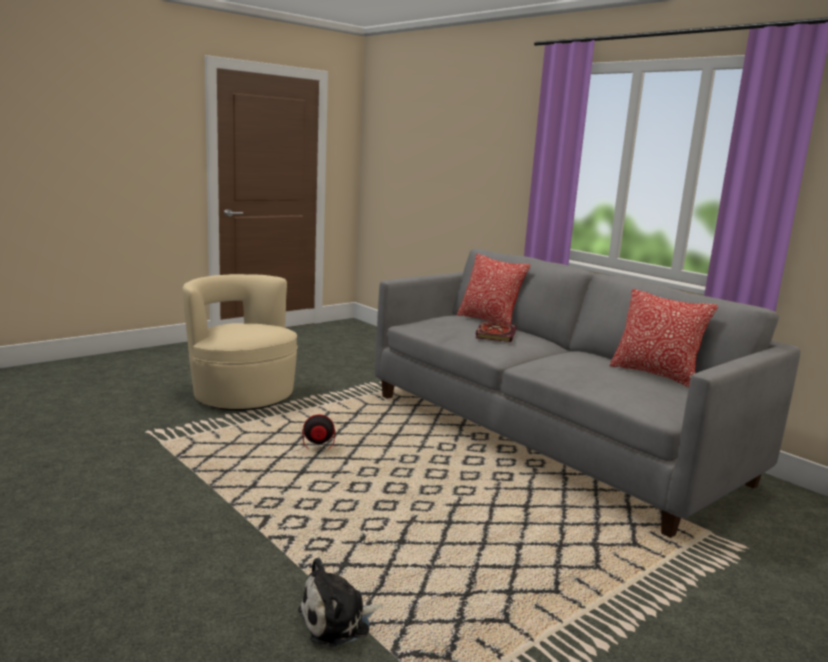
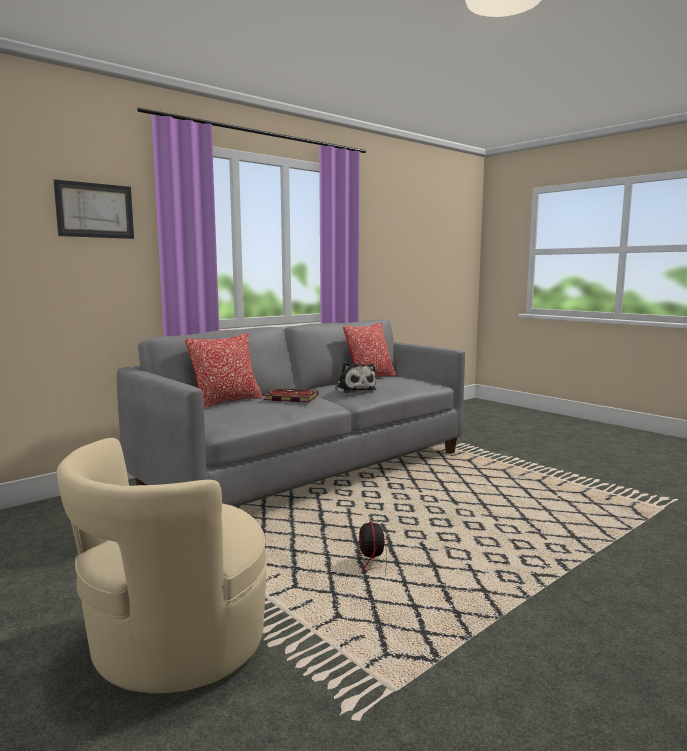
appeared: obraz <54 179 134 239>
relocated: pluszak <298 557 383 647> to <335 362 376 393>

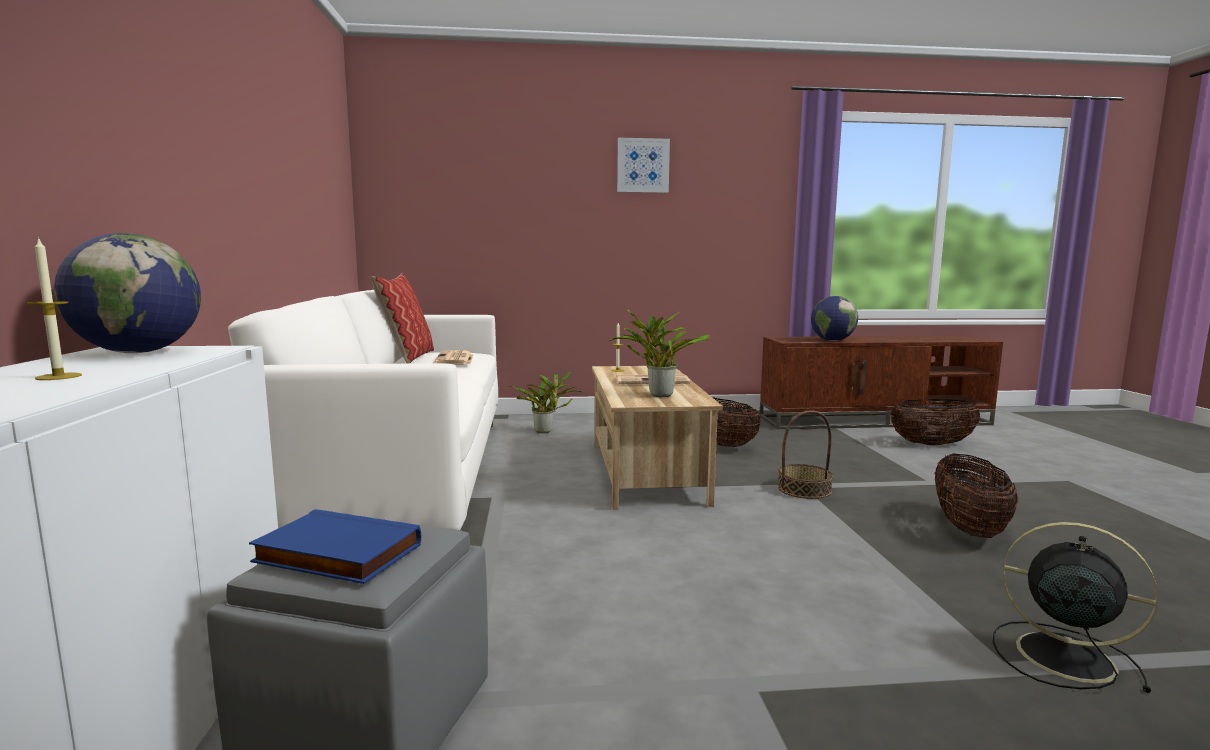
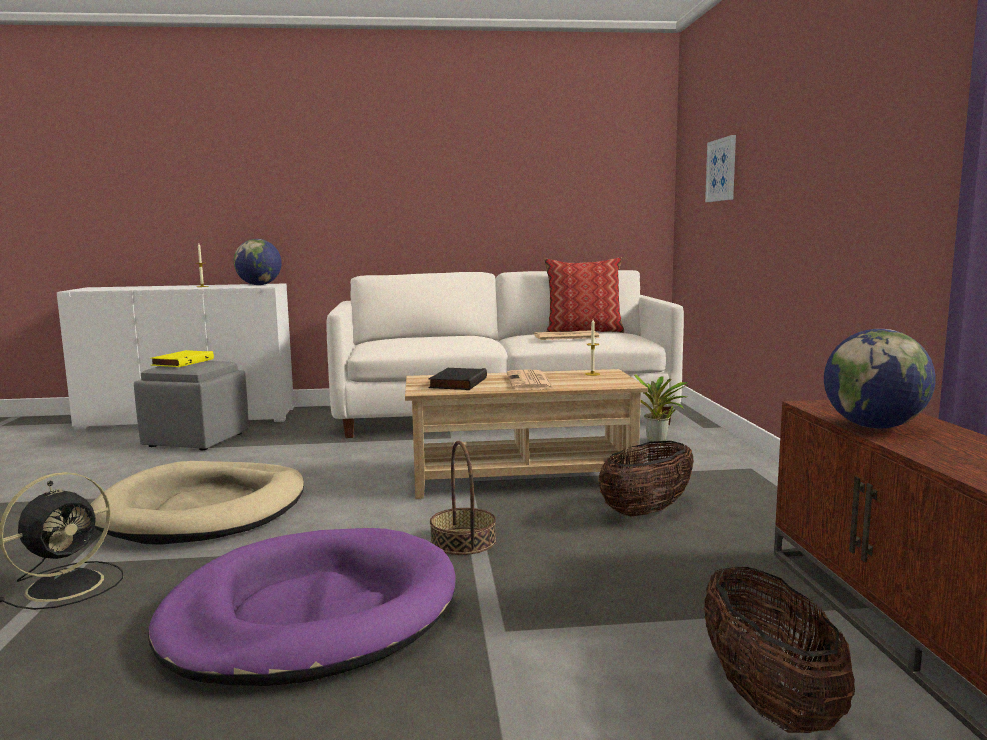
appeared: legowisko [beżowy] <90 461 304 545>
relocated: obraz <617 138 670 193> to <705 135 736 202>
exchanged: roślina doniczkowa <609 309 710 397> to książka [czarny] <428 368 487 390>; koszyk <935 454 1018 538> to legowisko [fioletowy] <148 528 456 686>
colour: książka [niebieski] <249 509 421 584> to książka [żółty] <150 350 214 367>

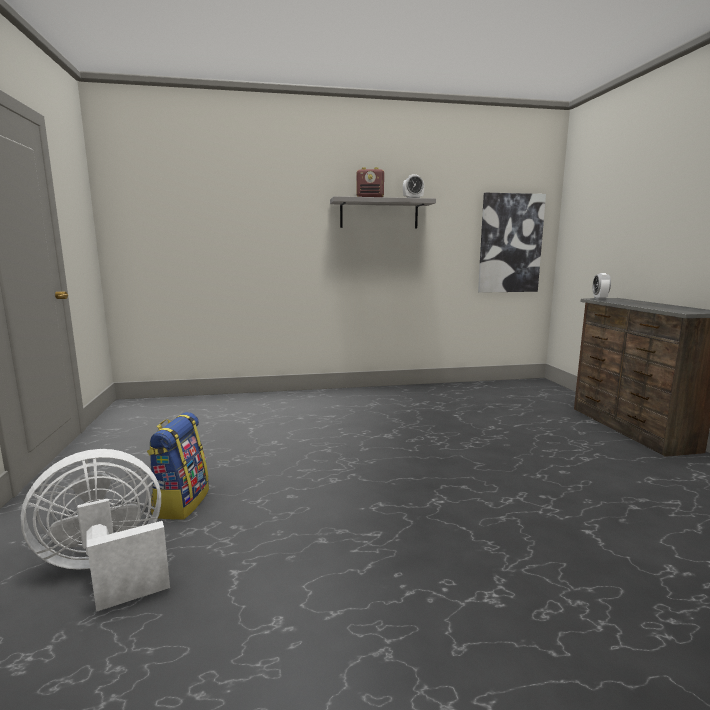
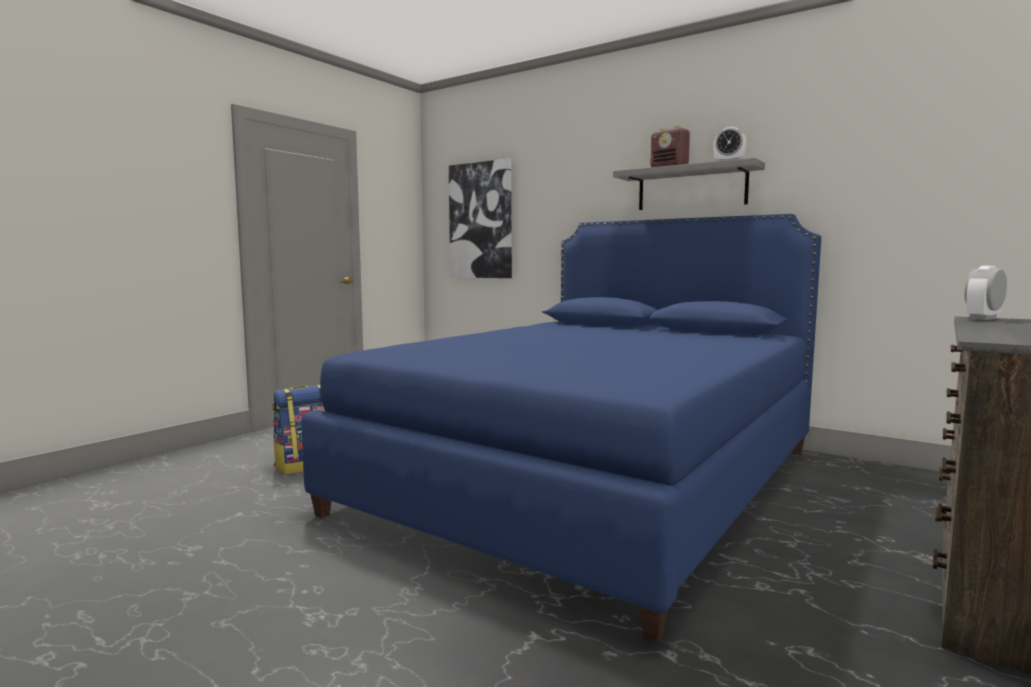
missing: wentylator [biały] <21 449 170 612>
appeared: łóżko [niebieski] <301 214 821 642>
relocated: obraz <478 193 546 293> to <449 158 512 278>

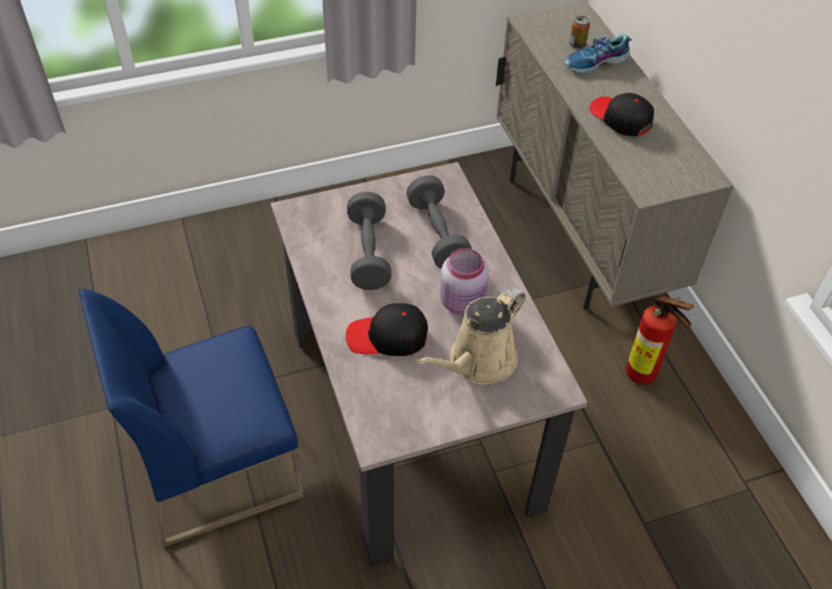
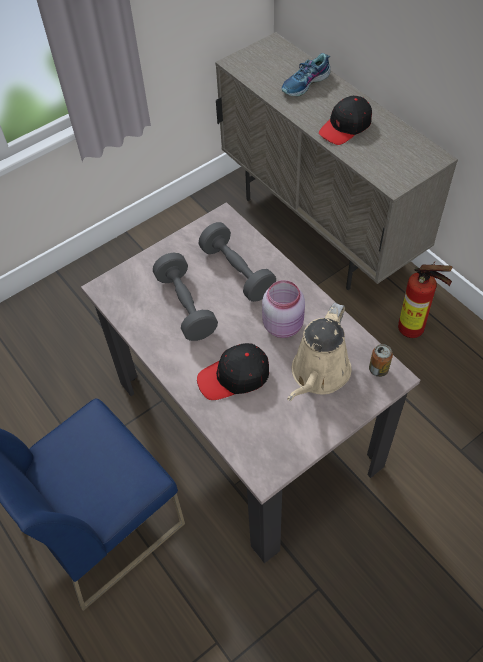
relocated: puszka <569 16 590 49> to <369 344 393 377>
spun: czapka z daszkiem [czarny] <589 93 654 136> = <319 96 372 145> 75 degrees counterclockwise

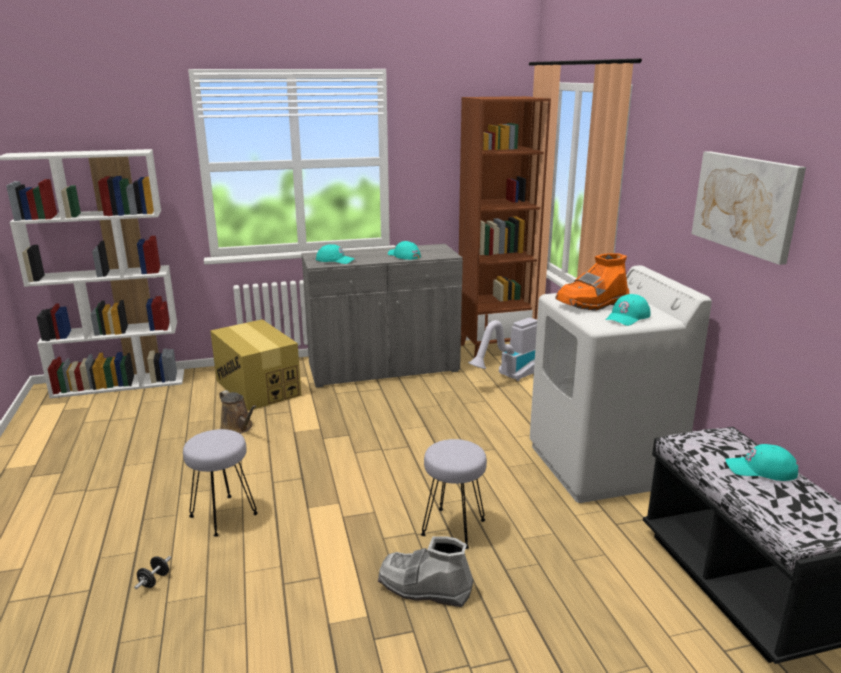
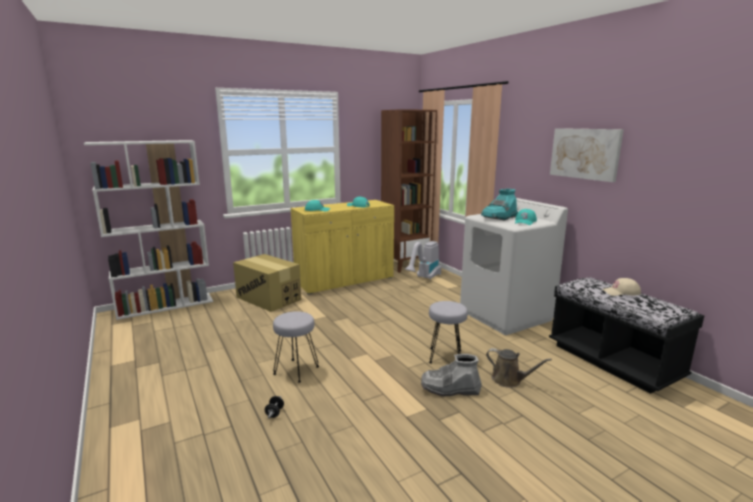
relocated: konewka [brązowy] <219 390 257 434> to <486 348 552 388>
colour: szafka [szary] <301 244 463 388> to szafka [żółty] <291 200 394 295>; but z cholewką [pomarańczowy] <555 253 630 311> to but z cholewką [turkusowy] <481 189 518 220>; czapka z daszkiem [turkusowy] <725 444 798 481> to czapka z daszkiem [beżowy] <602 278 641 296>

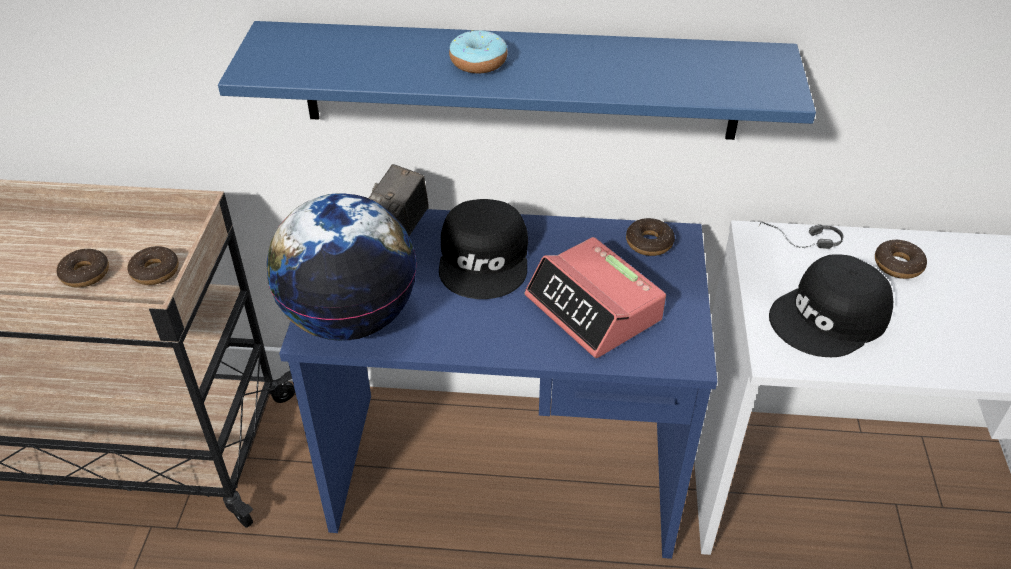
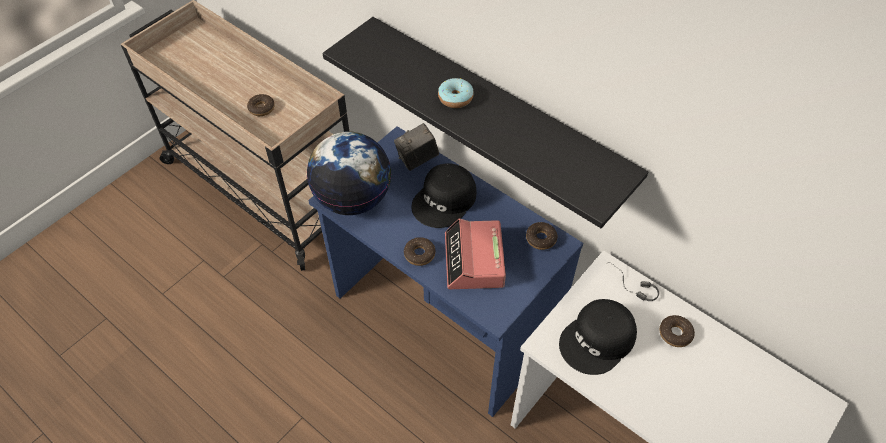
relocated: donut <128 246 179 285> to <404 237 435 266>
colour: półka [niebieski] <218 21 816 140> to półka [czarny] <323 17 648 228>
spun: czapka z daszkiem [czarny] <769 254 893 357> = <559 299 637 375> 45 degrees counterclockwise

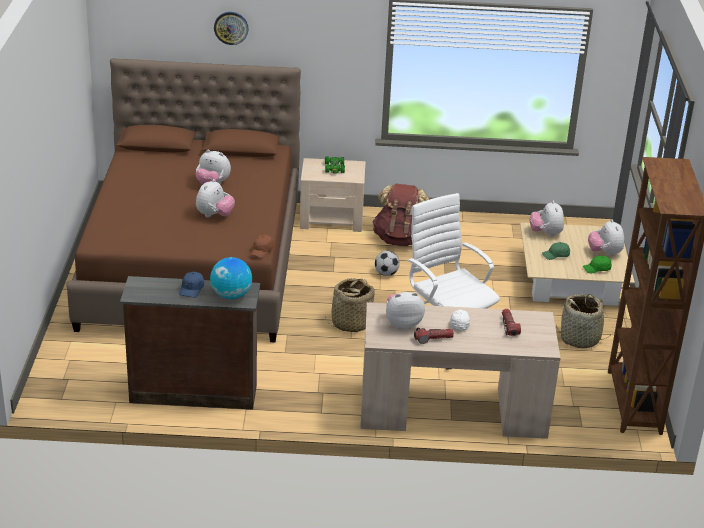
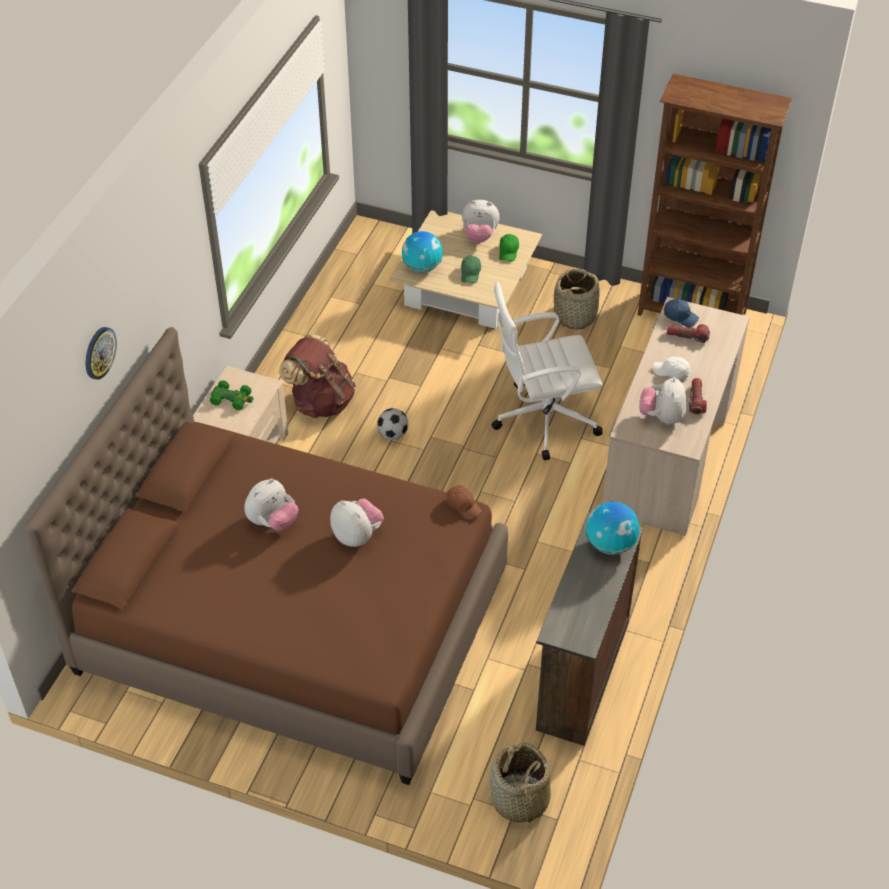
relocated: czapka z daszkiem [niebieski] <179 272 204 298> to <664 299 699 327>; koszyk <325 278 375 332> to <490 742 551 827>
exchanged: pluszak <529 200 564 237> to globus <402 231 443 272>

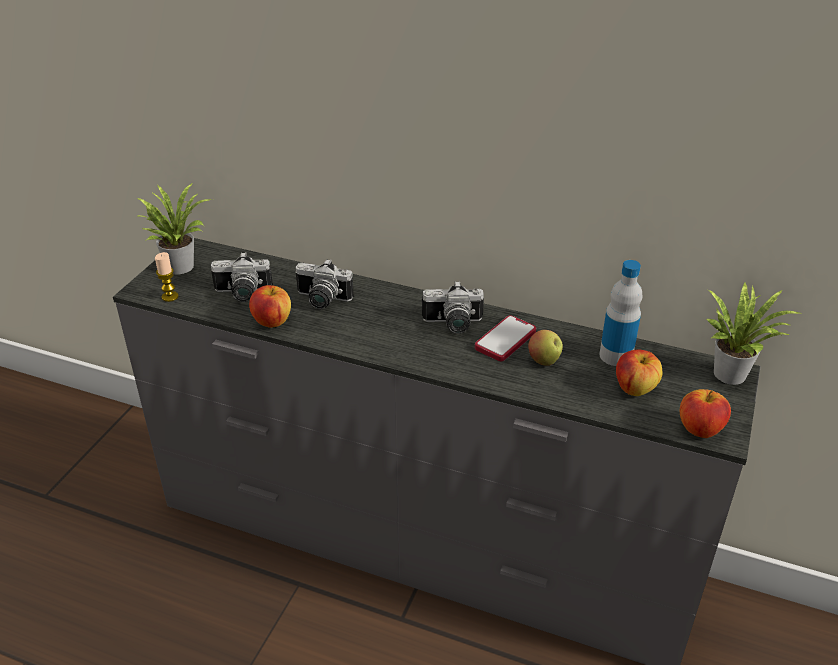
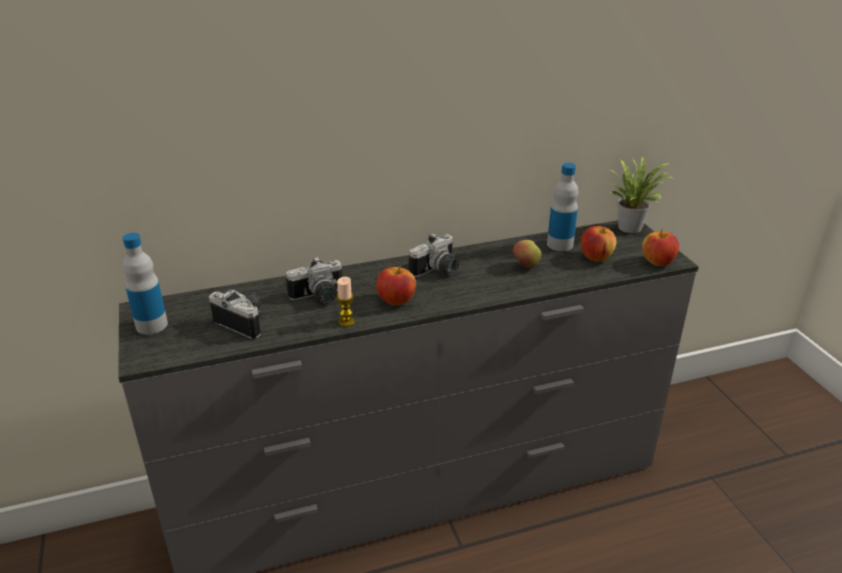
missing: telefon <475 315 536 361>
relocated: świeca <155 252 178 302> to <336 277 355 327>; jabłko <249 285 291 328> to <376 266 416 306>
exchanged: roślina doniczkowa <136 183 213 275> to butelka <122 233 168 334>
spun: aparat fotograficzny <211 252 273 302> = <209 289 261 339> 105 degrees counterclockwise

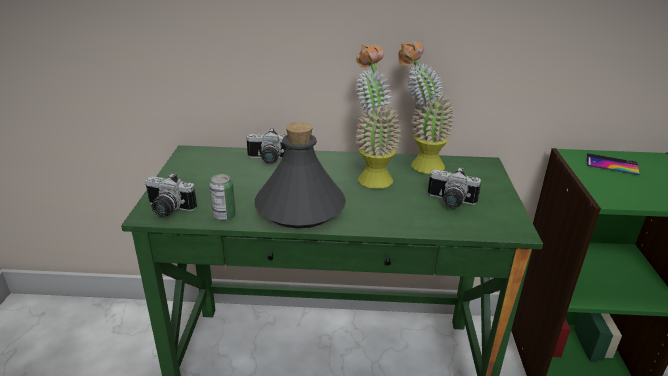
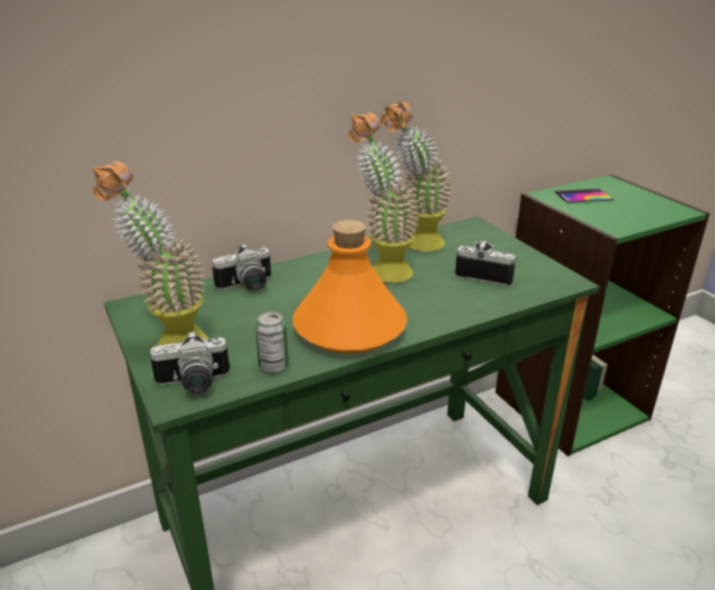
appeared: roślina doniczkowa <92 161 208 346>
colour: butelka [szary] <255 122 346 228> to butelka [pomarańczowy] <293 220 407 354>
spun: aparat fotograficzny <428 167 481 209> = <455 241 516 286> 150 degrees counterclockwise

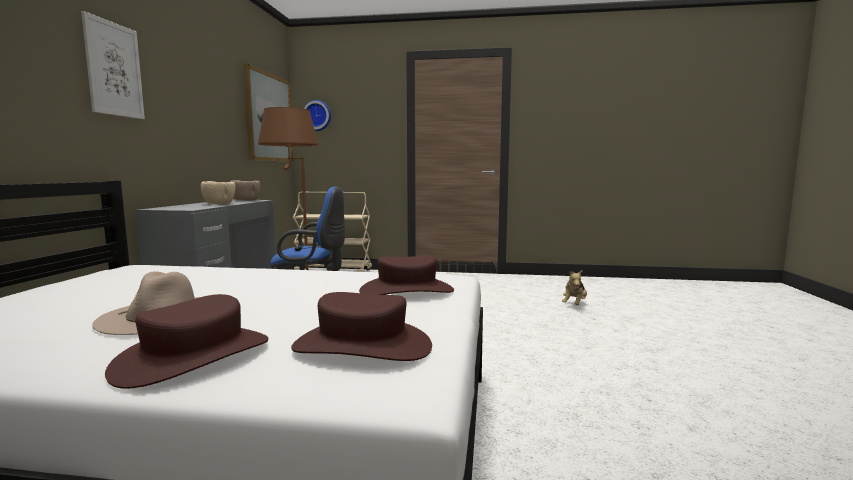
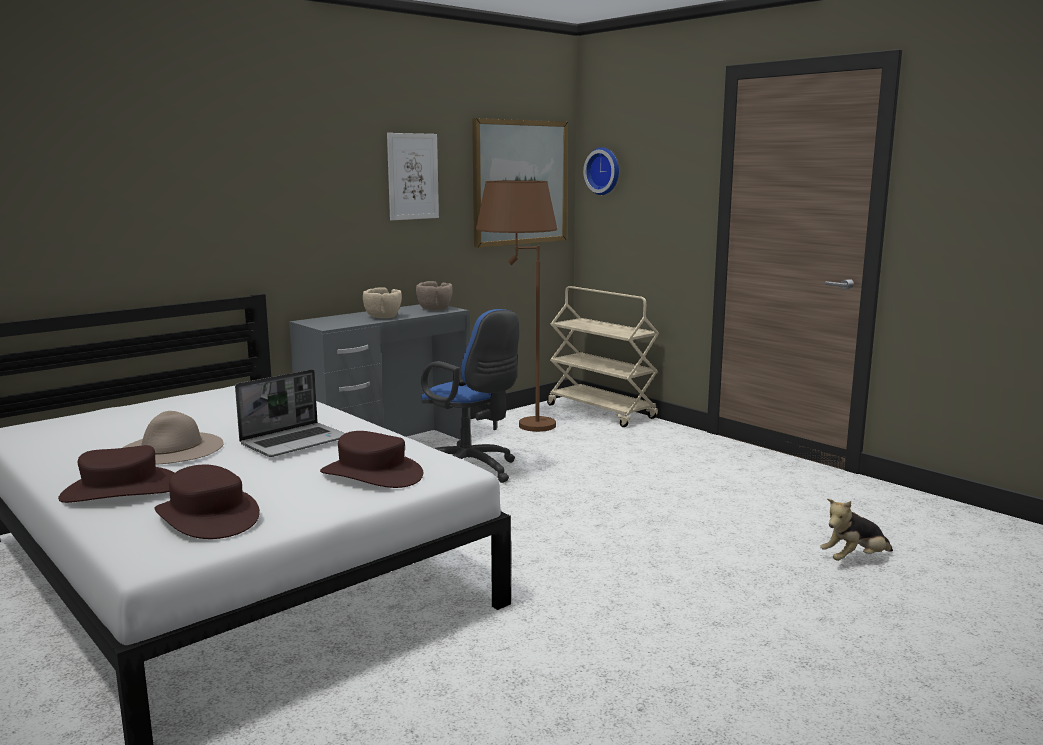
appeared: laptop <235 369 345 457>
relocated: obraz <81 11 145 119> to <387 133 439 220>

